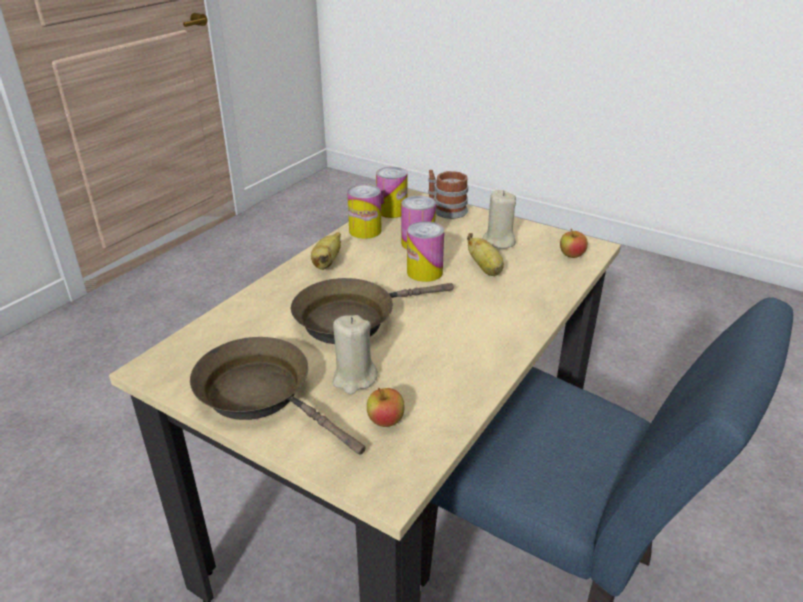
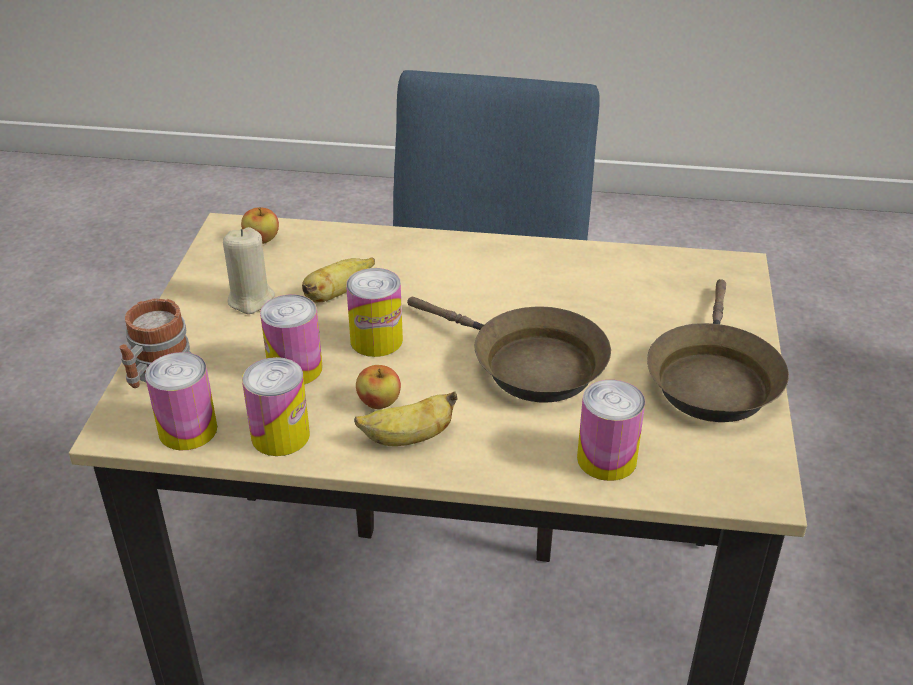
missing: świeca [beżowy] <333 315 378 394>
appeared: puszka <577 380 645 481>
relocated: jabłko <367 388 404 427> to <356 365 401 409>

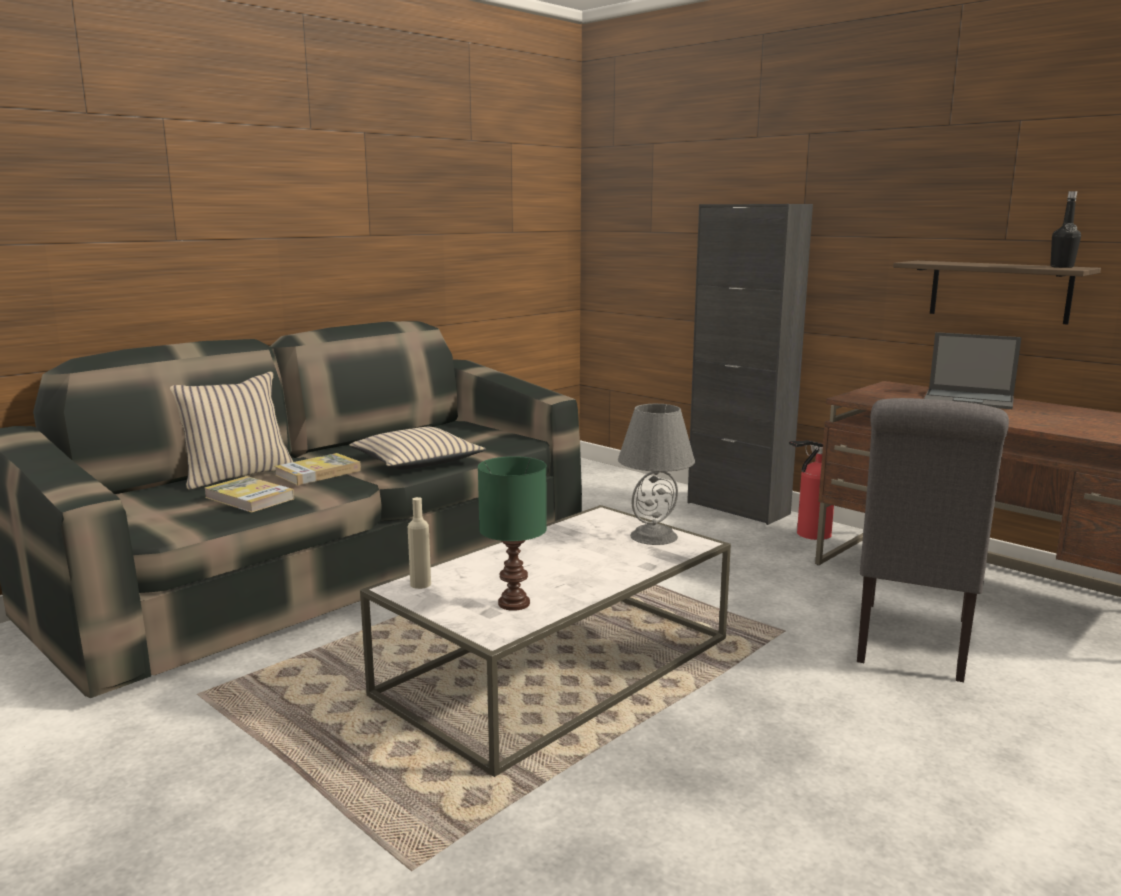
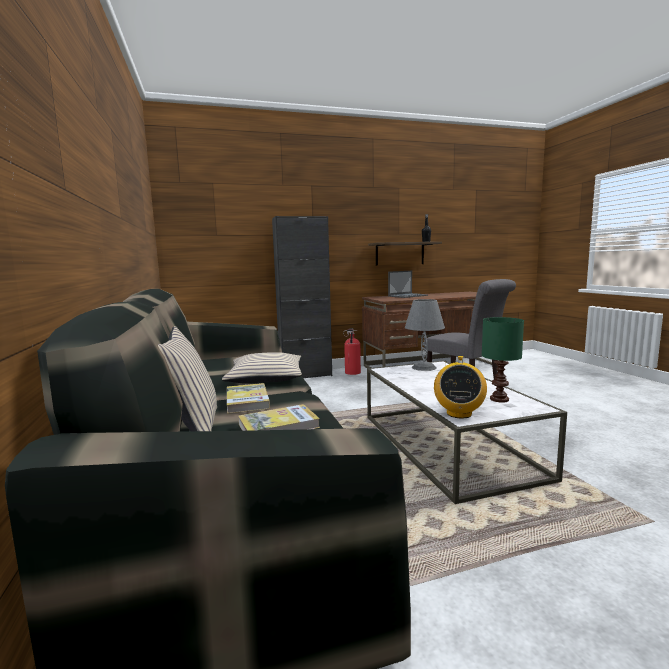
exchanged: butelka [beżowy] <408 497 431 589> to radio <434 356 487 418>

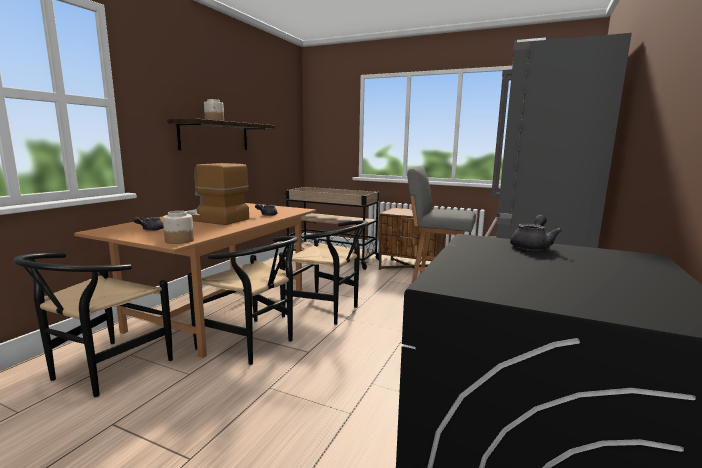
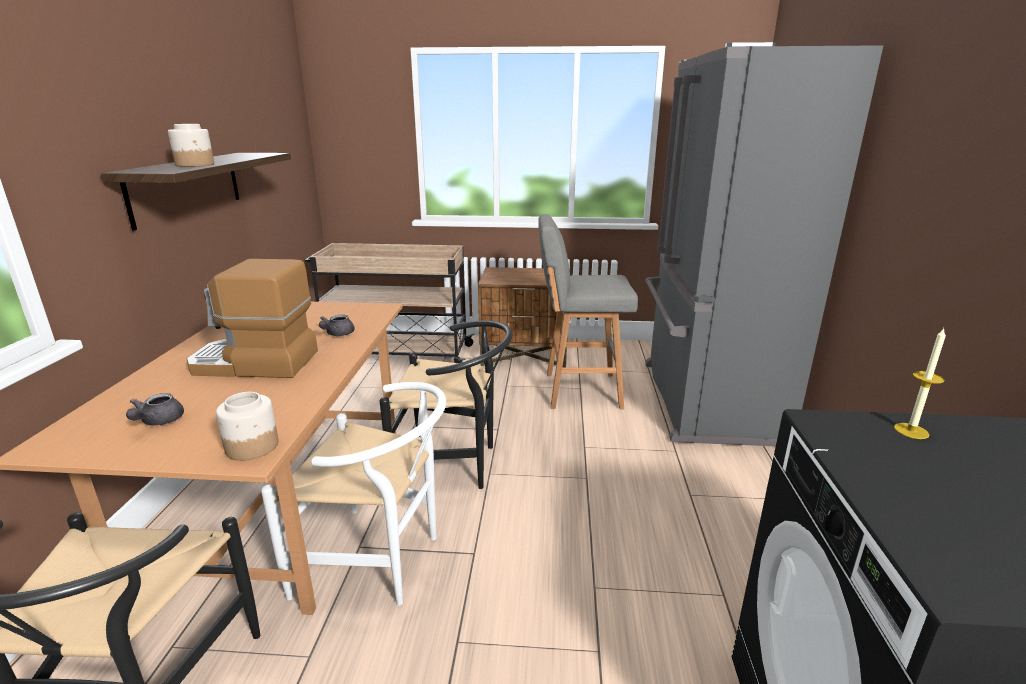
exchanged: imbryk [szary] <510 215 562 250> to świeca <894 328 946 439>
colour: krzesło [czarny] <188 236 298 365> to krzesło [biały] <261 382 446 606>

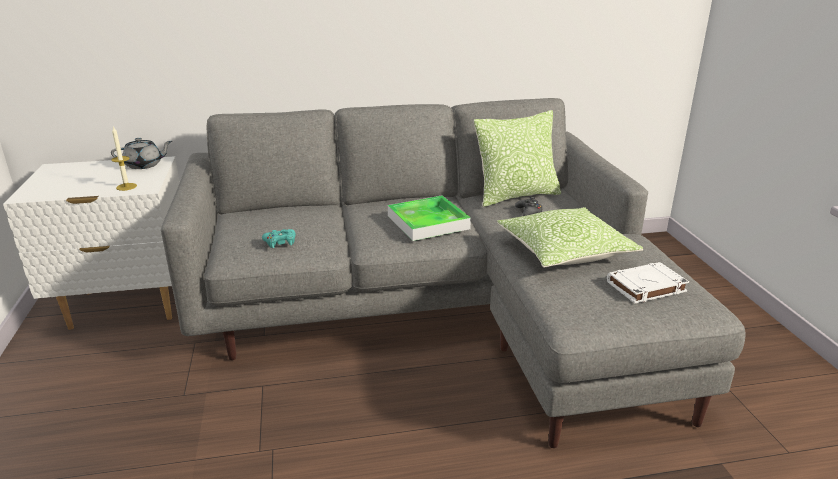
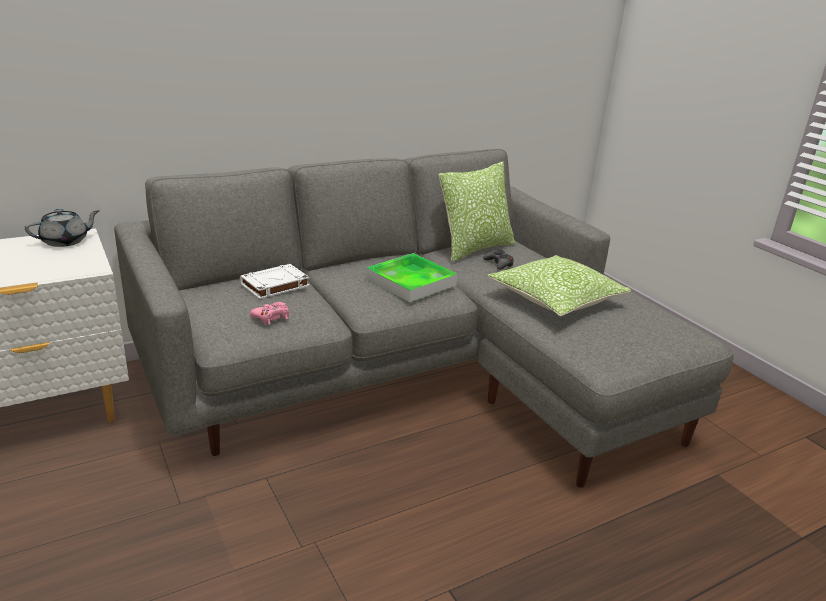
missing: świeca <112 127 137 191>
relocated: książka [biały] <607 262 689 304> to <240 264 310 299>
colour: pad do gier [turkusowy] <262 229 296 248> to pad do gier [różowy] <250 302 289 325>

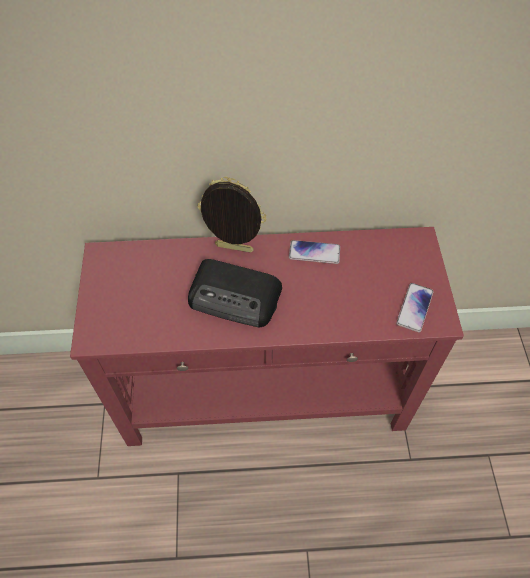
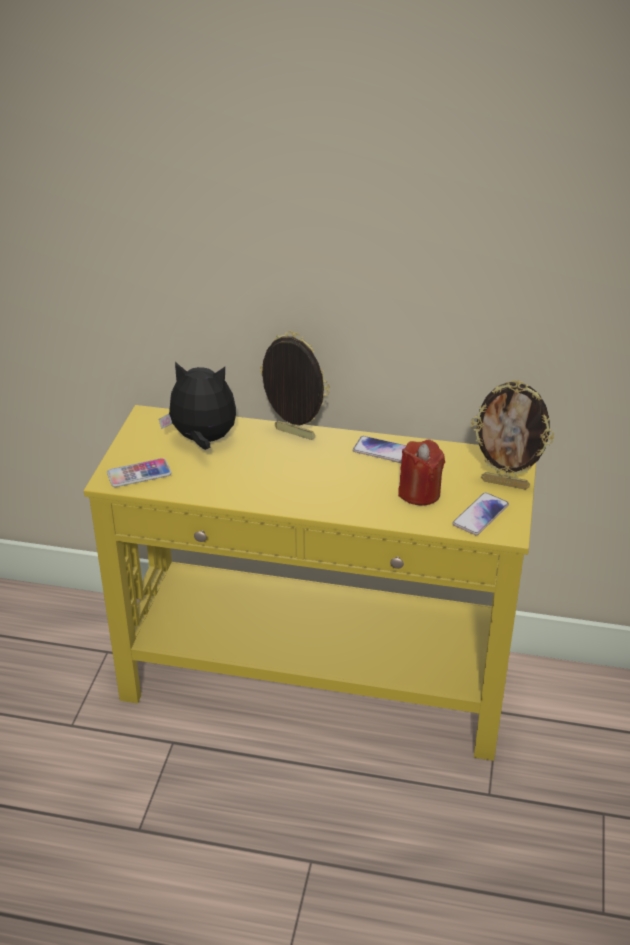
missing: radio <188 259 282 327>
appeared: telefon <107 458 172 487>; pluszak <159 362 236 450>; świeca [czerwony] <398 440 445 506>; ramka na zdjęcie <471 380 554 490>
colour: stolik konsolowy [czerwony] <70 227 464 446> to stolik konsolowy [żółty] <84 405 536 761>

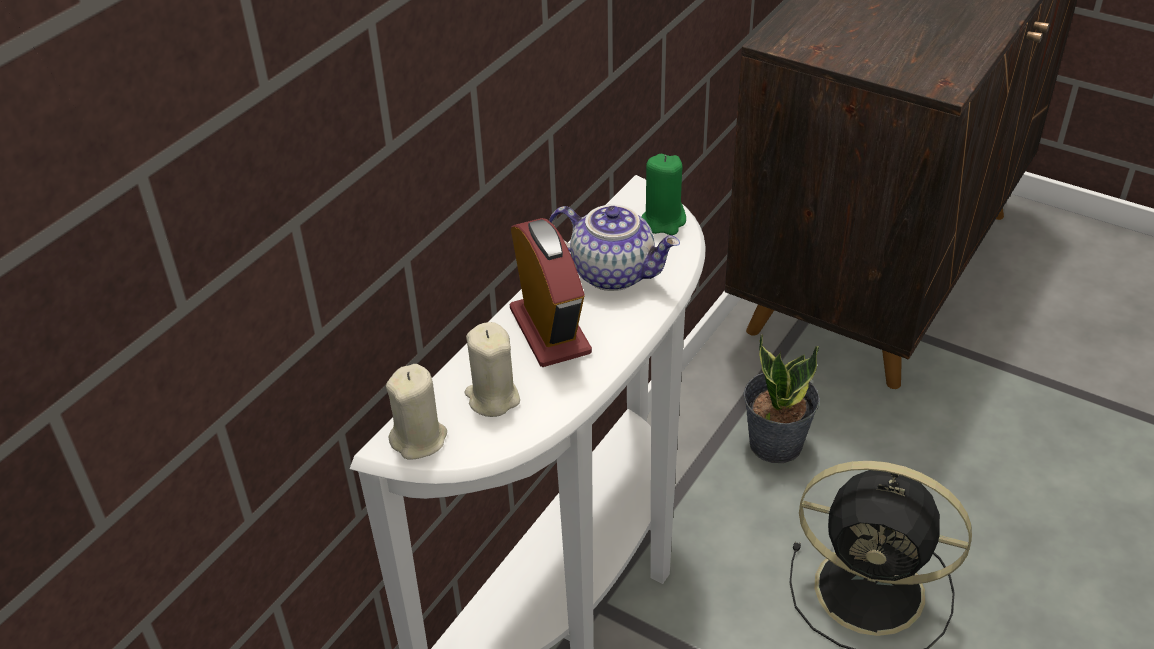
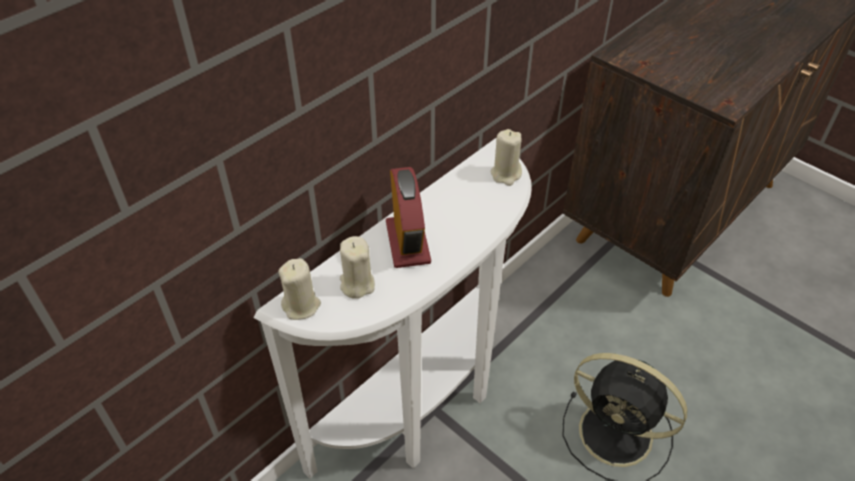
missing: imbryk <549 204 680 291>; roślina doniczkowa <743 334 820 463>
colour: świeca [zielony] <642 154 686 235> to świeca [beżowy] <491 129 522 186>

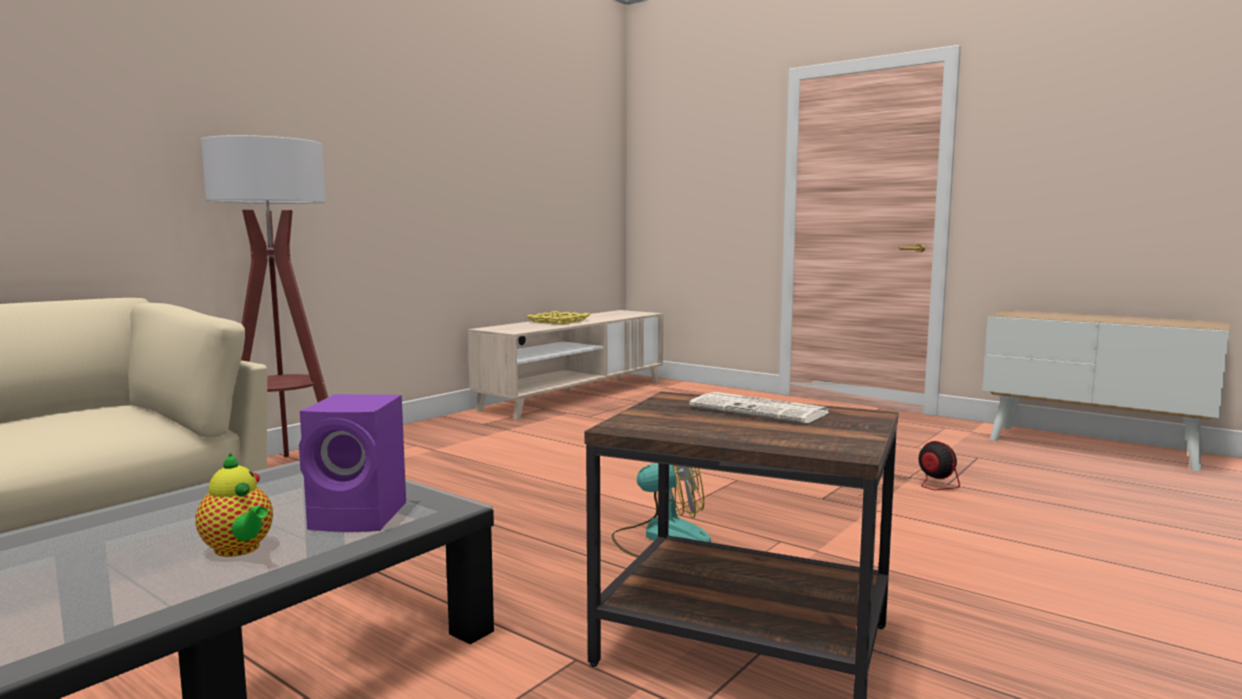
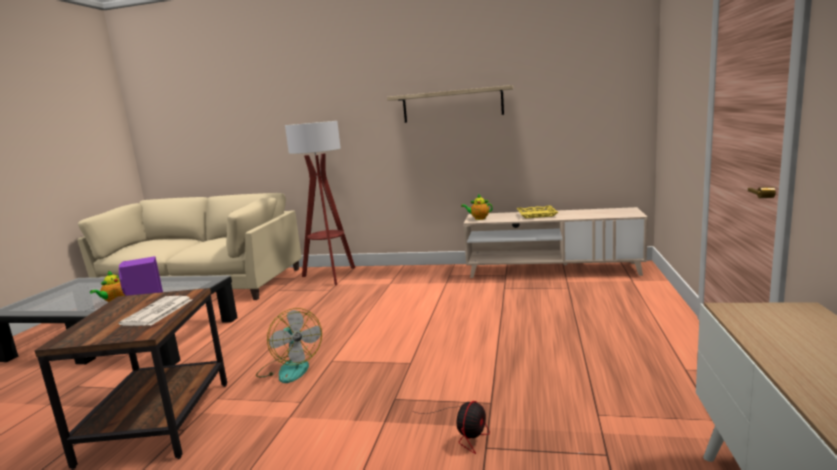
appeared: półka <387 85 513 123>; imbryk <461 194 493 220>

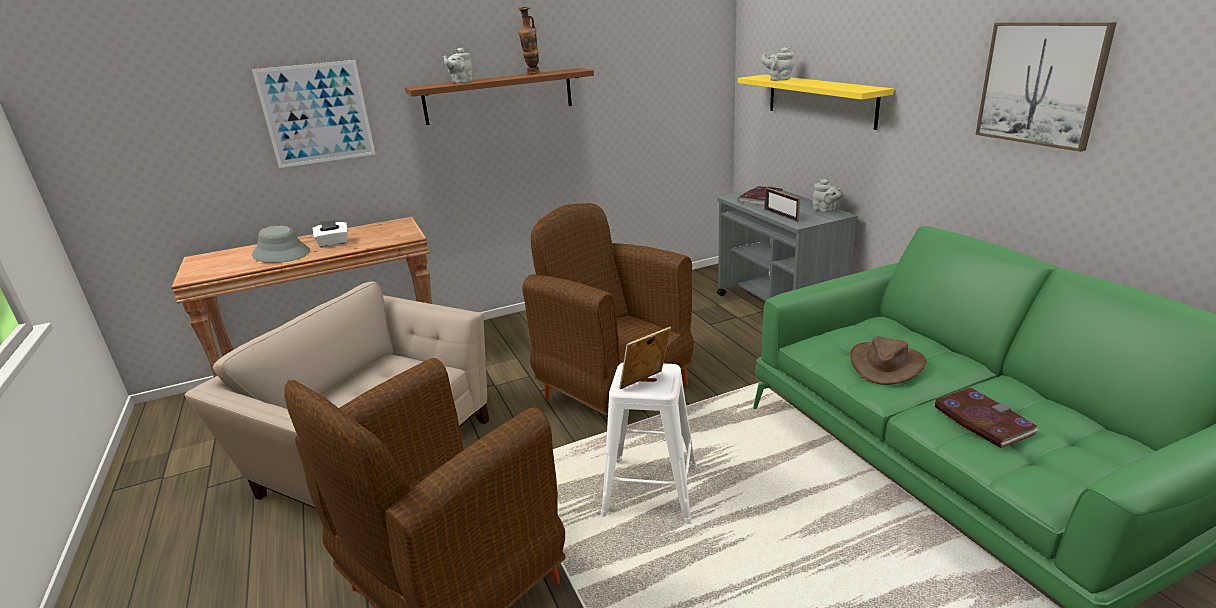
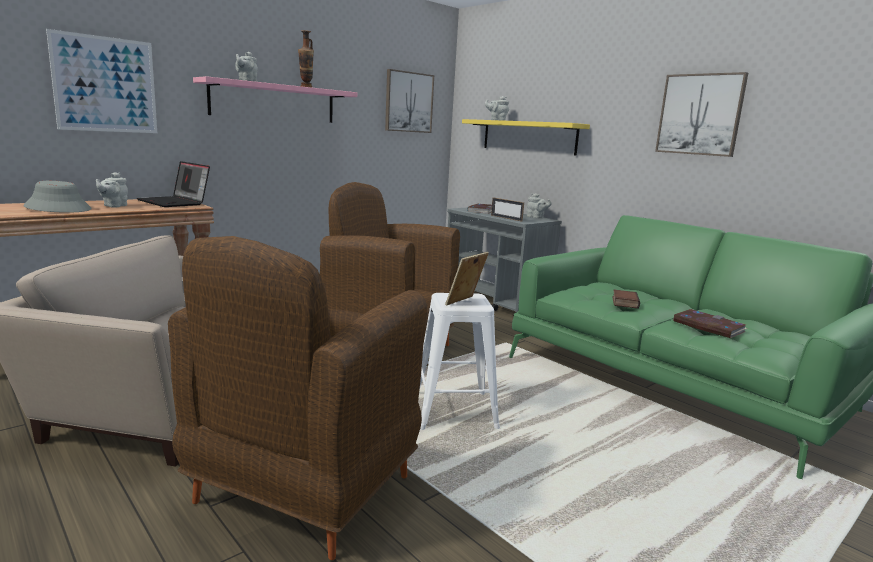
appeared: laptop <137 161 210 207>; obraz <385 69 434 133>
exchanged: pudełko chusteczek [biały] <313 220 348 248> to imbryk [szary] <96 172 128 207>; kapelusz [brązowy] <850 336 926 385> to książka <612 290 640 309>
colour: półka [brązowy] <405 68 594 125> to półka [różowy] <193 76 357 123>

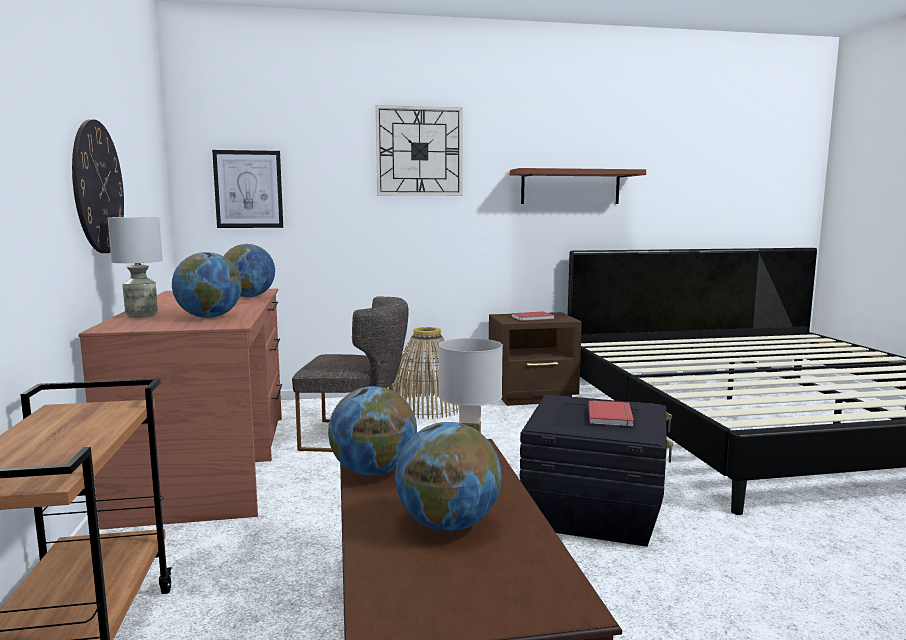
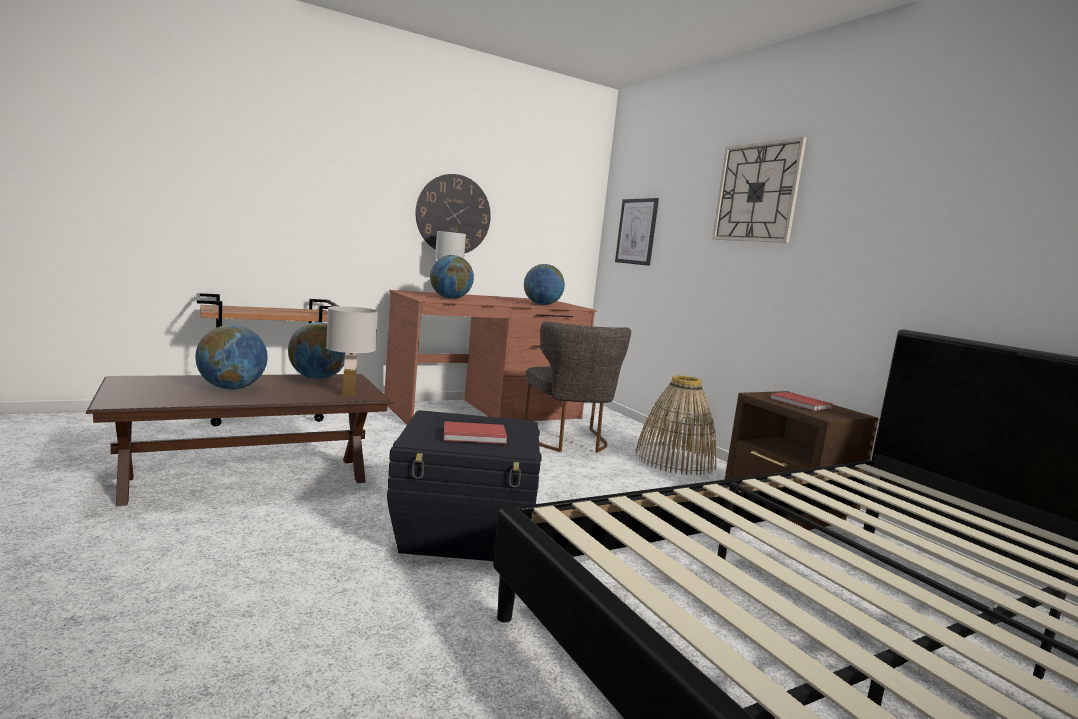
missing: półka [brązowy] <510 168 646 204>

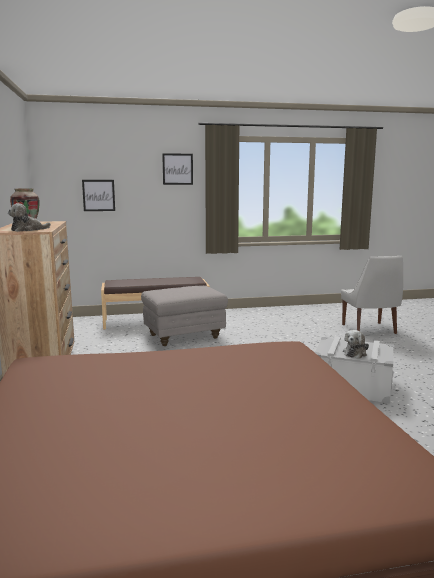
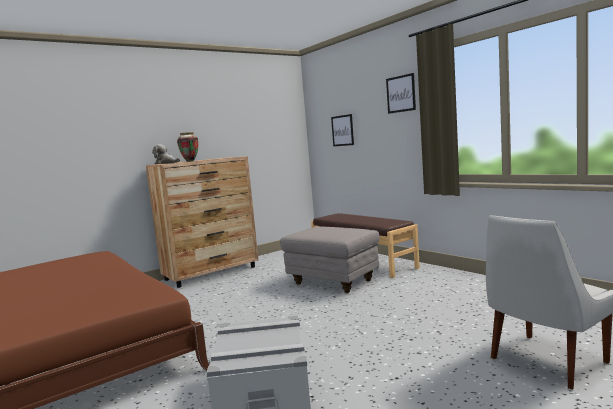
missing: pluszak <343 330 369 359>

